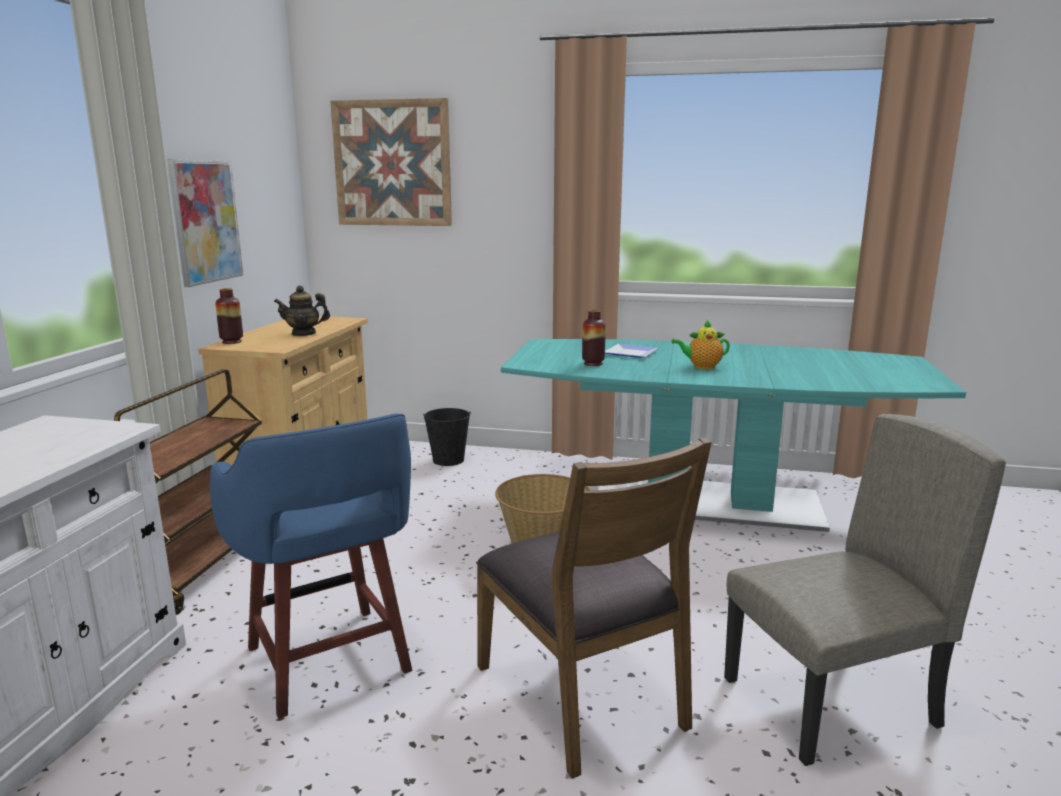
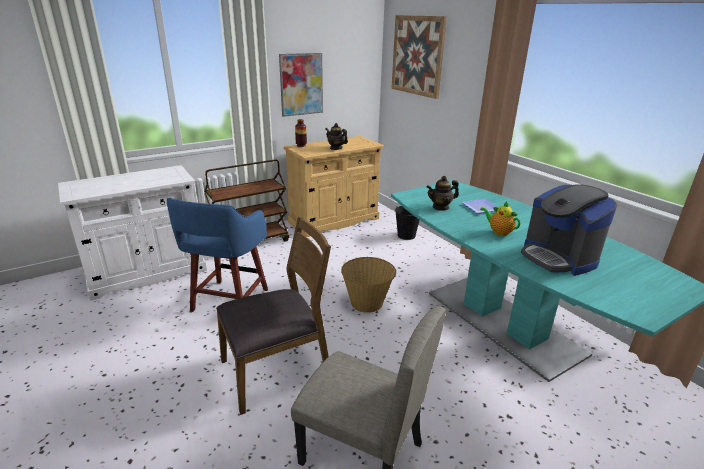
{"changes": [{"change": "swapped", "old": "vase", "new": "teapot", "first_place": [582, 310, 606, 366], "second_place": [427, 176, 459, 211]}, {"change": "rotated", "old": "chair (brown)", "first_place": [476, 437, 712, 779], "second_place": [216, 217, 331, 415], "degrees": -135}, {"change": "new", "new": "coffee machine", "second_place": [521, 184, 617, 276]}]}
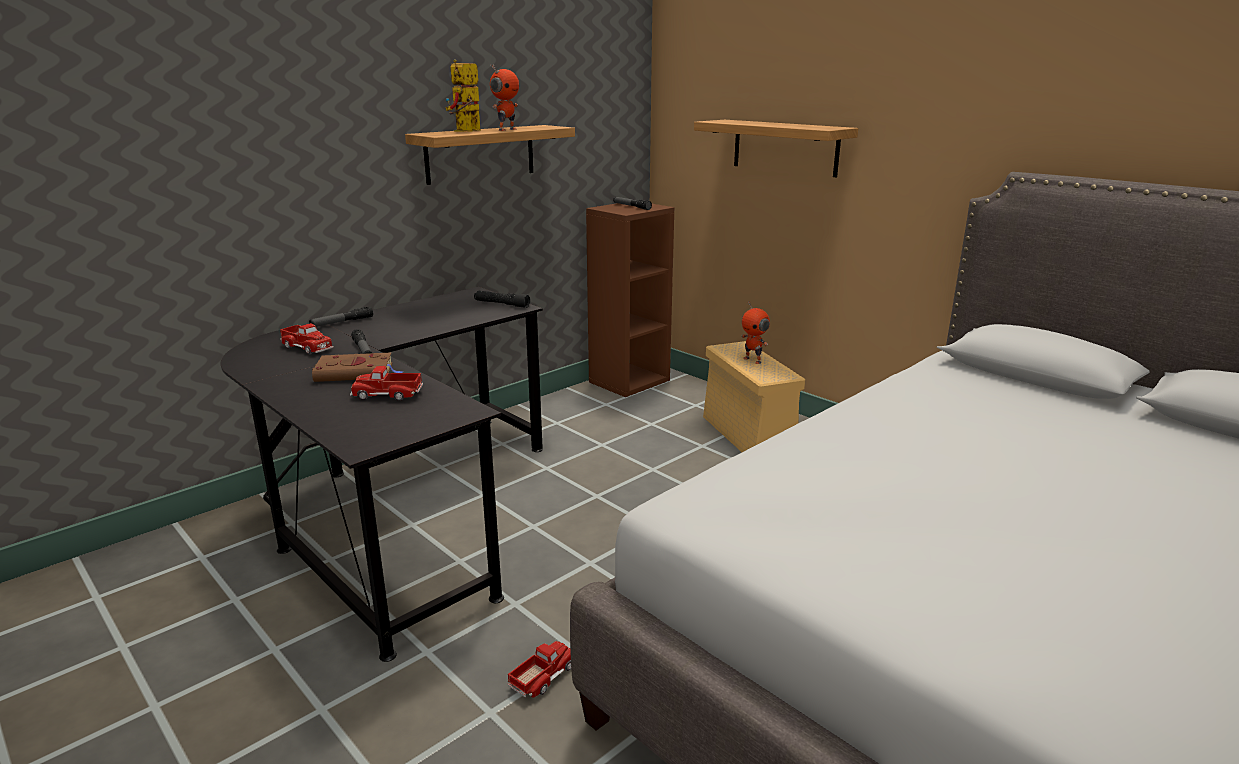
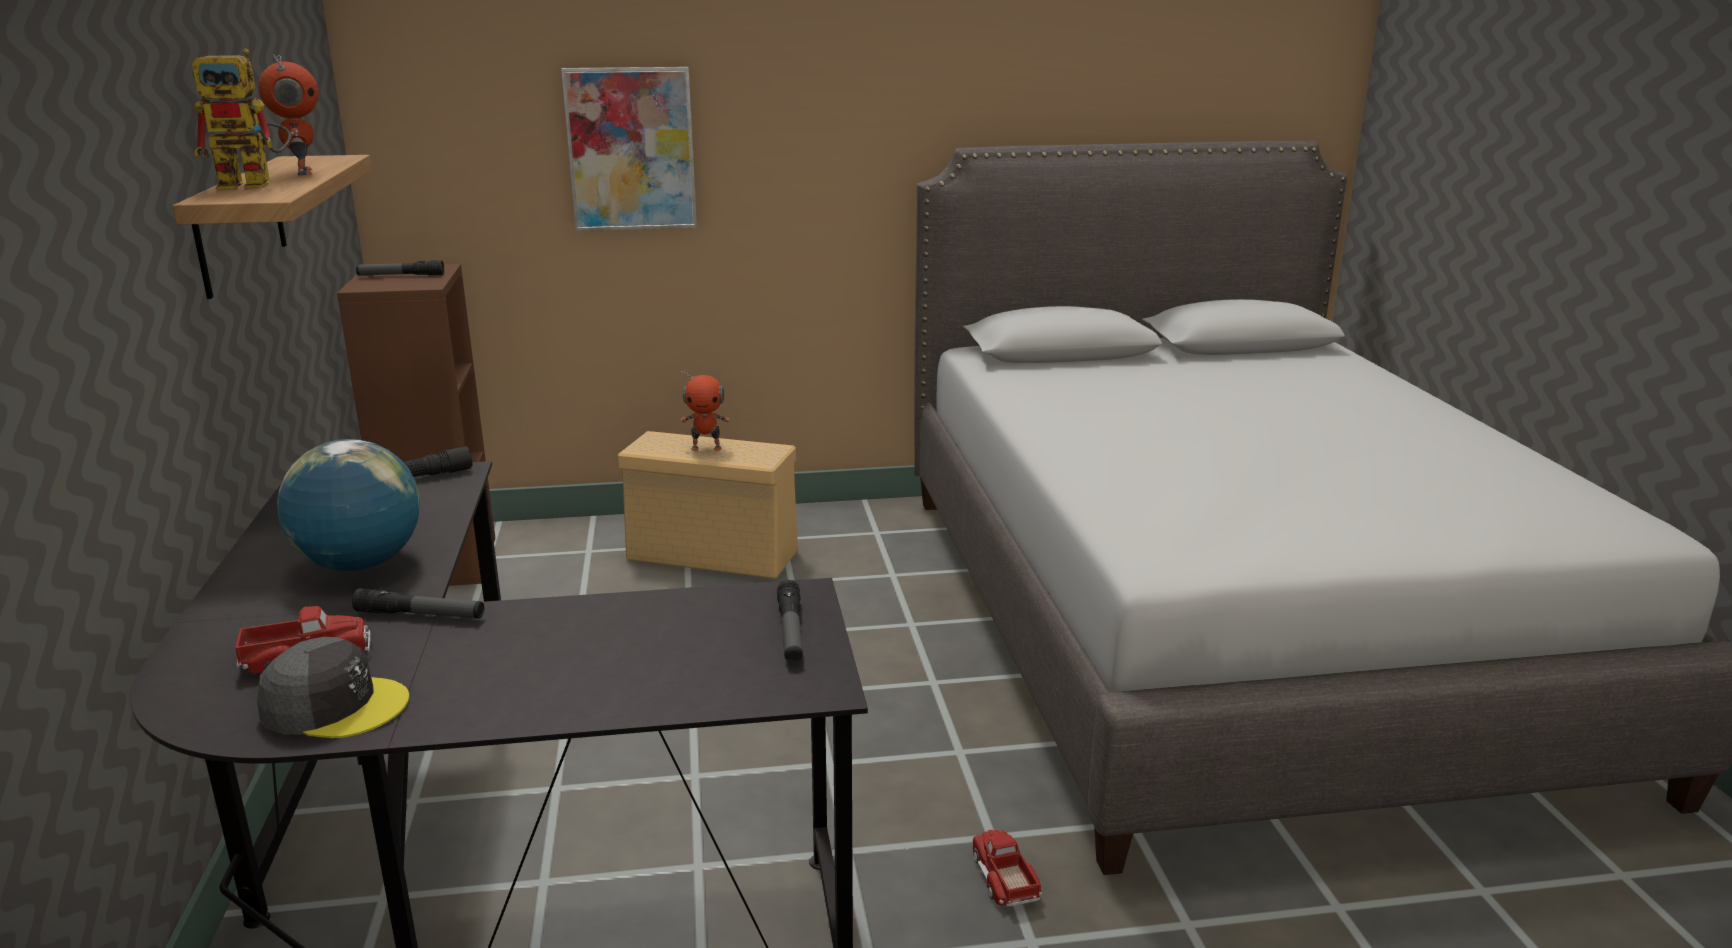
{"changes": [{"change": "rotated", "old": "toy robot", "first_place": [445, 59, 481, 132], "second_place": [192, 49, 291, 189], "degrees": -75}, {"change": "swapped", "old": "shelf", "new": "picture", "first_place": [694, 120, 858, 177], "second_place": [561, 67, 697, 231]}, {"change": "shifted", "old": "flashlight", "first_place": [309, 306, 373, 327], "second_place": [777, 580, 803, 663]}, {"change": "gone", "old": "book (brown)", "first_place": [312, 353, 403, 382]}, {"change": "gone", "old": "toy truck", "first_place": [350, 366, 423, 401]}, {"change": "new", "new": "globe", "second_place": [277, 439, 420, 571]}, {"change": "new", "new": "cap (grey)", "second_place": [257, 637, 409, 738]}]}
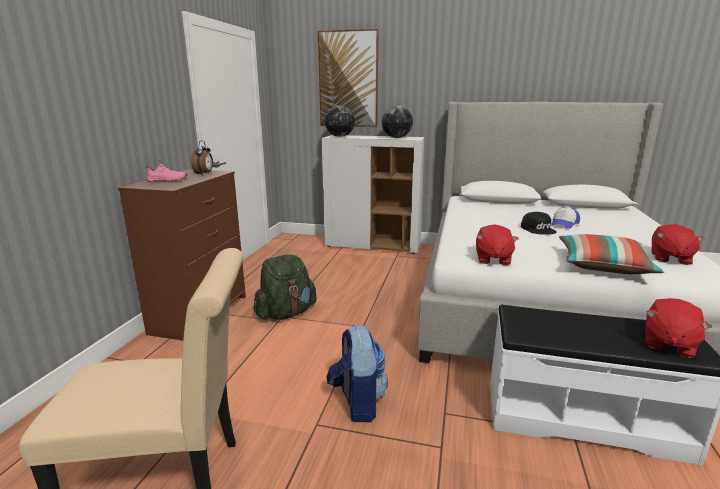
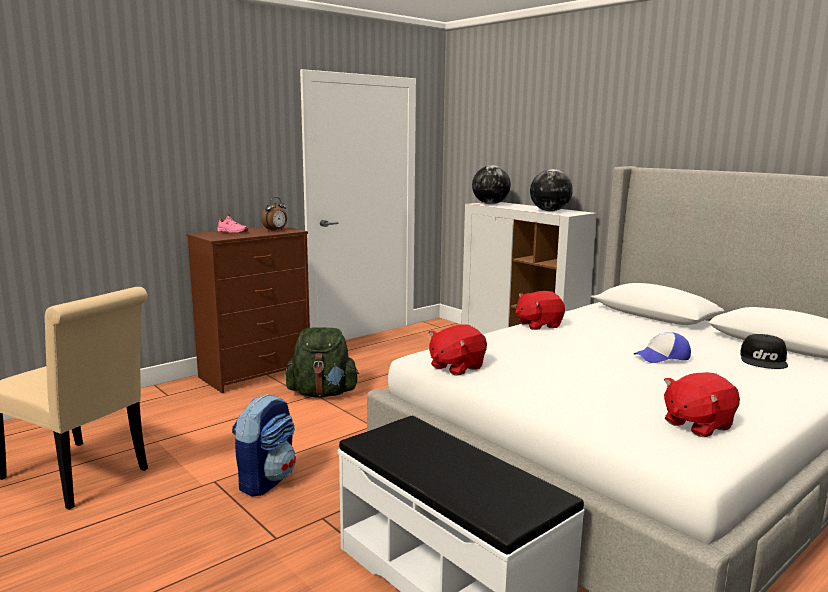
{"changes": [{"change": "gone", "old": "picture", "first_place": [318, 29, 379, 127]}, {"change": "shifted", "old": "cap (black)", "first_place": [521, 212, 557, 235], "second_place": [740, 334, 788, 369]}, {"change": "gone", "old": "pillow", "first_place": [559, 234, 665, 274]}, {"change": "shifted", "old": "plush toy (red)", "first_place": [645, 298, 712, 358], "second_place": [515, 291, 565, 330]}]}
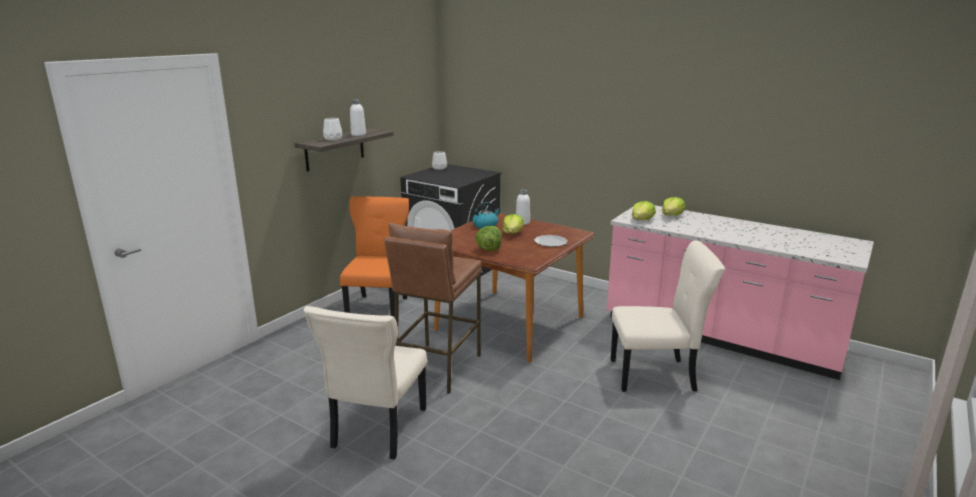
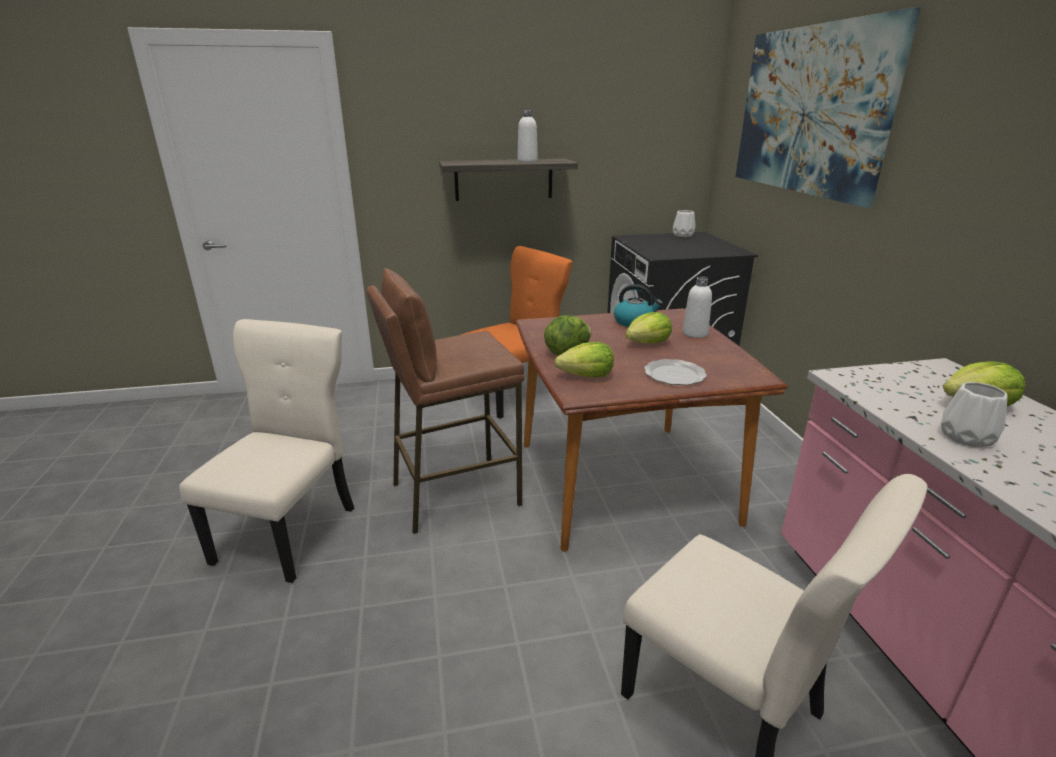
{"changes": [{"change": "shifted", "old": "vase (white)", "first_place": [323, 118, 342, 140], "second_place": [941, 382, 1008, 447]}, {"change": "shifted", "old": "lettuce", "first_place": [632, 201, 656, 220], "second_place": [555, 342, 614, 377]}, {"change": "rotated", "old": "chair (beige)", "first_place": [304, 306, 427, 460], "second_place": [179, 319, 354, 583], "degrees": 135}, {"change": "new", "new": "picture", "second_place": [736, 7, 921, 207]}]}
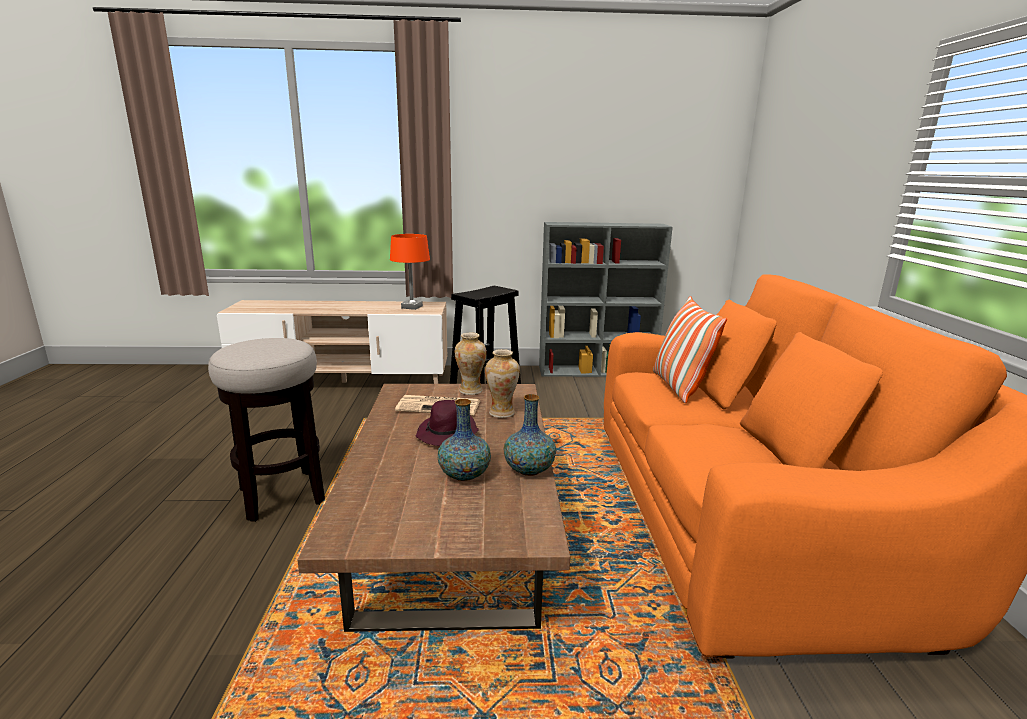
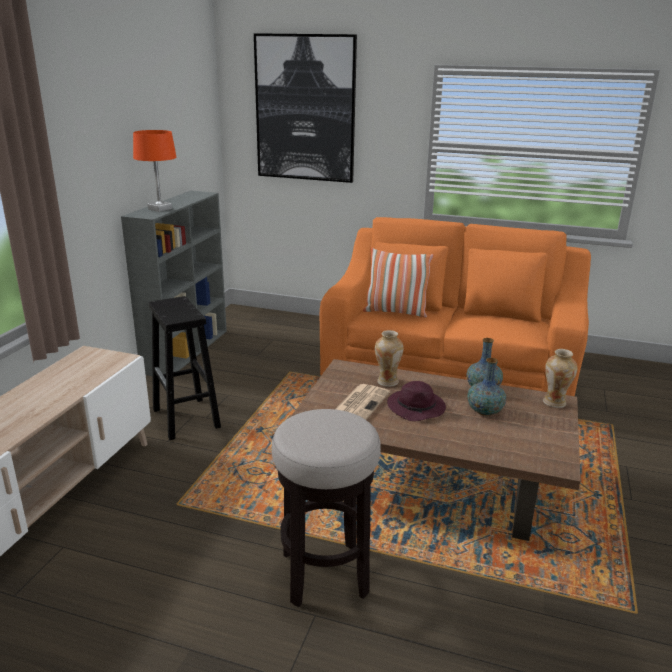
{"changes": [{"change": "shifted", "old": "table lamp (orange)", "first_place": [390, 234, 430, 310], "second_place": [133, 130, 177, 212]}, {"change": "shifted", "old": "vase", "first_place": [455, 332, 486, 395], "second_place": [543, 349, 577, 408]}, {"change": "new", "new": "picture", "second_place": [254, 33, 357, 183]}]}
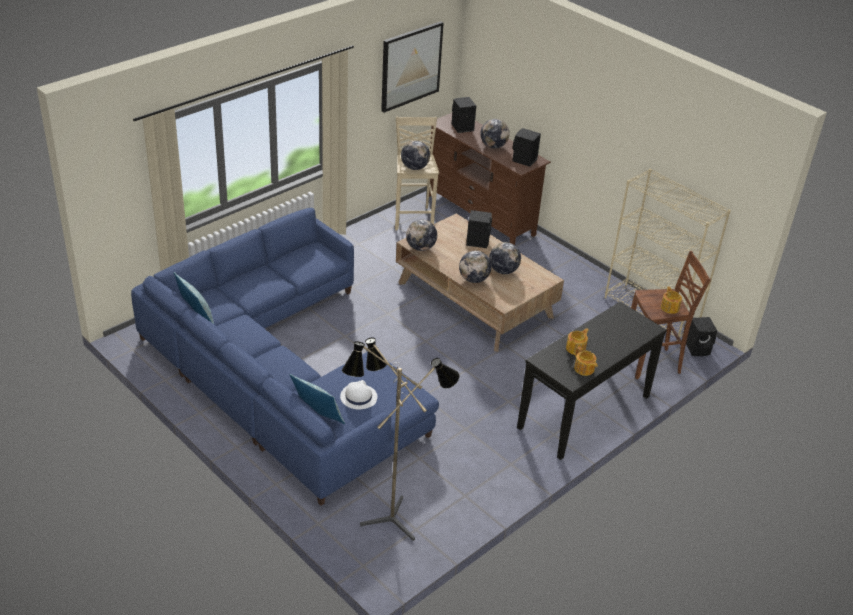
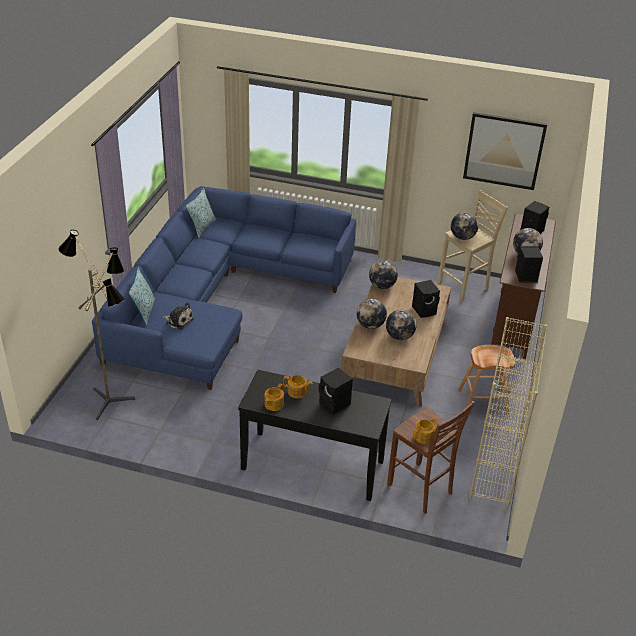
{"changes": [{"change": "shifted", "old": "speaker (black)", "first_place": [686, 317, 717, 356], "second_place": [319, 367, 353, 414]}, {"change": "swapped", "old": "hat (white)", "new": "plush toy", "first_place": [340, 380, 377, 409], "second_place": [162, 302, 194, 330]}, {"change": "new", "new": "stool (brown)", "second_place": [458, 345, 516, 415]}]}
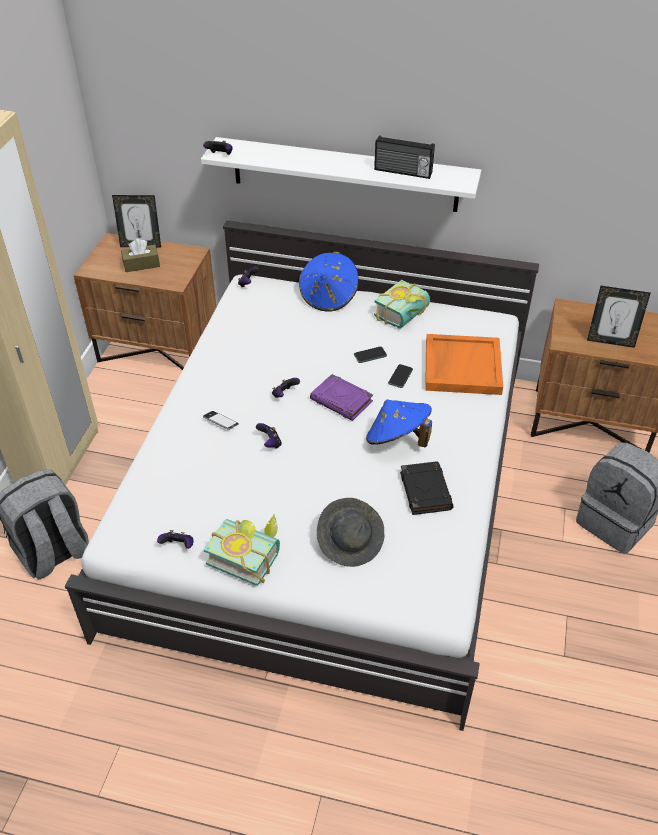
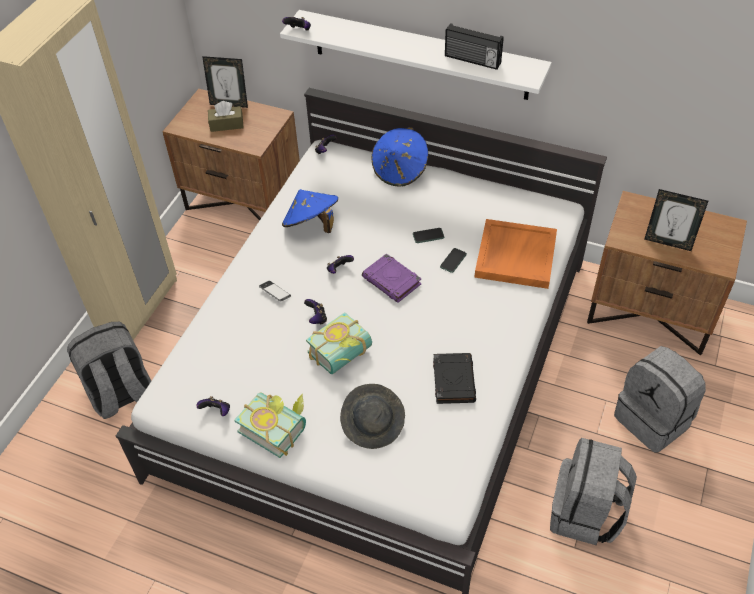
{"changes": [{"change": "shifted", "old": "book", "first_place": [374, 280, 430, 328], "second_place": [306, 312, 372, 374]}, {"change": "shifted", "old": "hat (blue)", "first_place": [366, 399, 432, 447], "second_place": [282, 189, 338, 233]}, {"change": "new", "new": "backpack (grey)", "second_place": [550, 438, 637, 546]}]}
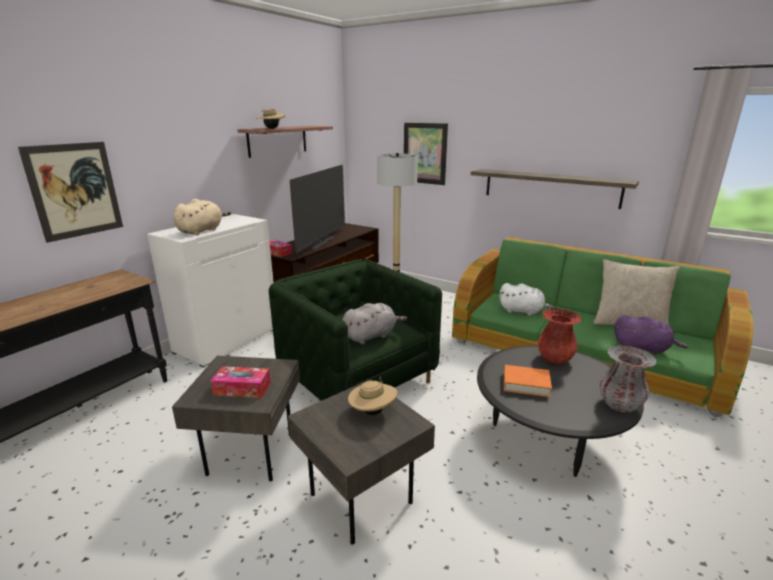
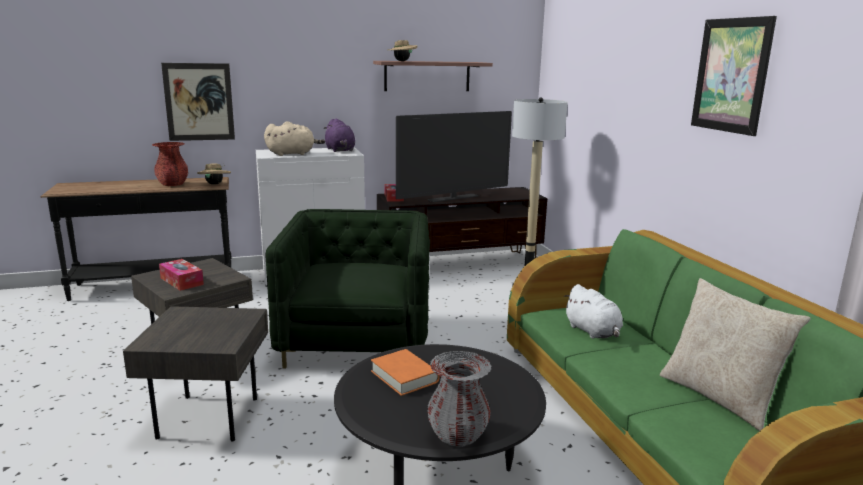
{"changes": [{"change": "shifted", "old": "picture", "first_place": [404, 123, 448, 185], "second_place": [691, 16, 777, 136]}, {"change": "gone", "old": "shelf", "first_place": [471, 169, 639, 209]}, {"change": "gone", "old": "plush toy (grey)", "first_place": [342, 303, 407, 344]}, {"change": "shifted", "old": "vase (red)", "first_place": [538, 309, 581, 364], "second_place": [152, 142, 188, 186]}, {"change": "shifted", "old": "plush toy (purple)", "first_place": [614, 315, 688, 354], "second_place": [323, 118, 355, 152]}, {"change": "shifted", "old": "hat (beige)", "first_place": [348, 377, 398, 415], "second_place": [197, 163, 231, 185]}]}
